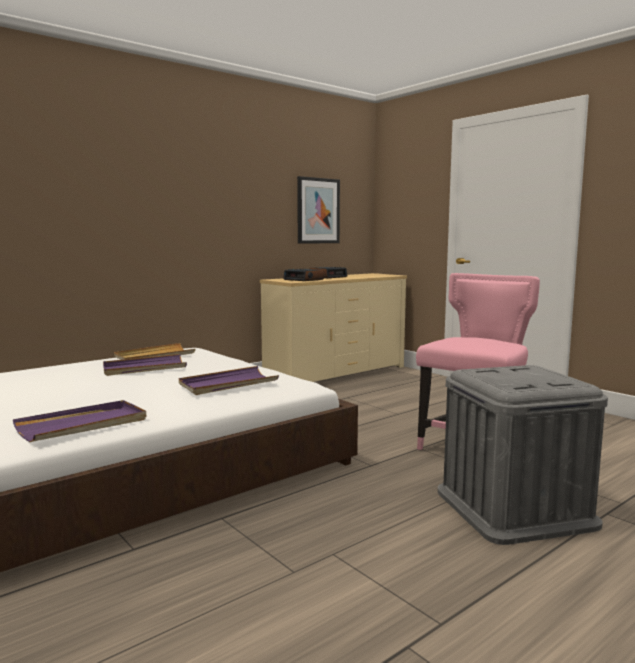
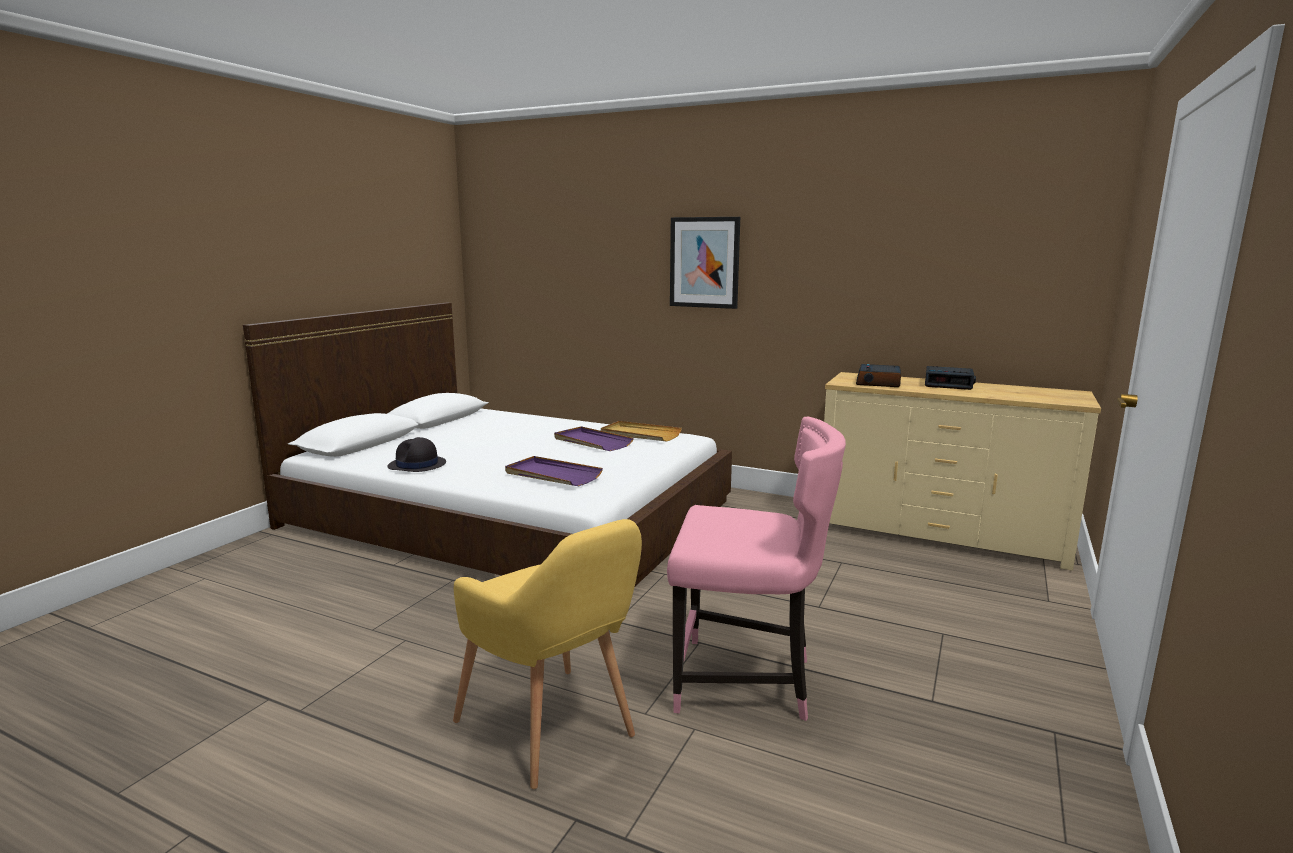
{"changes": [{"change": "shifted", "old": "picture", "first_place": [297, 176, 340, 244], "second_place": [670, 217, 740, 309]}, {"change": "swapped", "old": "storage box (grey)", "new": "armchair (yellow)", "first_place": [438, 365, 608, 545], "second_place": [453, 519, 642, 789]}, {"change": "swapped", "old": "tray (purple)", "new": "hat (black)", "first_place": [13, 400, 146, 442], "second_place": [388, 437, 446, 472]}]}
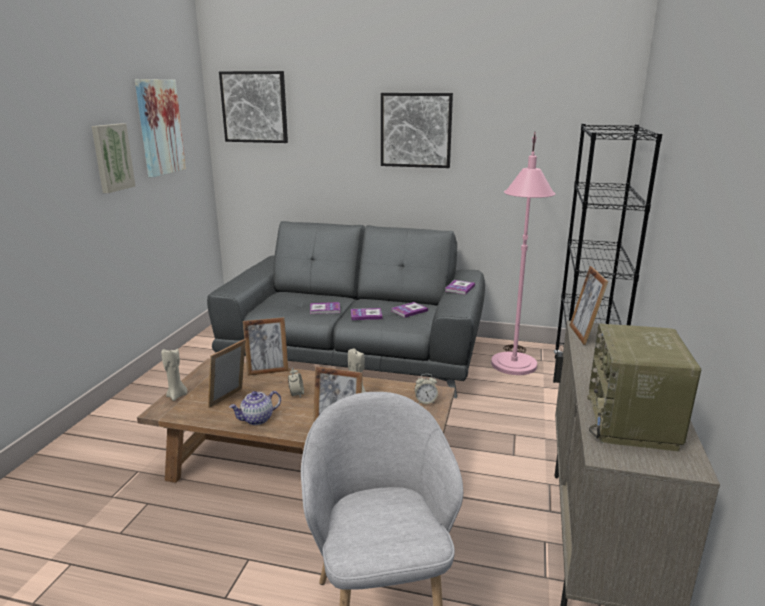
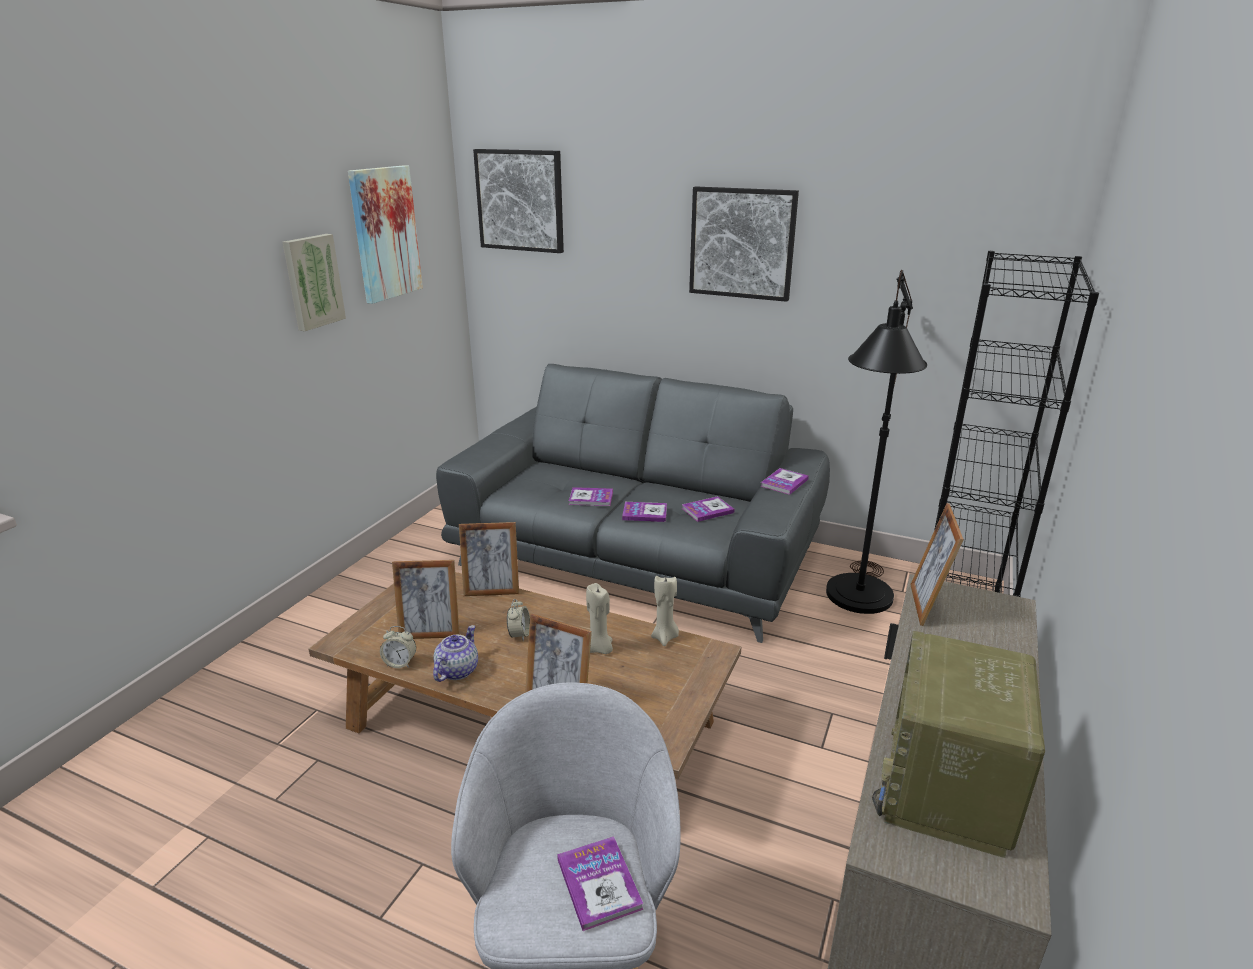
{"changes": [{"change": "repainted", "old": "floor lamp (pink)", "new": "floor lamp (black)", "first_place": [491, 132, 555, 375], "second_place": [826, 270, 927, 614]}, {"change": "rotated", "old": "picture frame", "first_place": [208, 339, 246, 408], "second_place": [392, 560, 460, 639], "degrees": -135}, {"change": "shifted", "old": "candle (beige)", "first_place": [161, 347, 188, 401], "second_place": [651, 576, 679, 646]}, {"change": "shifted", "old": "alarm clock", "first_place": [415, 374, 438, 404], "second_place": [380, 626, 416, 668]}, {"change": "rotated", "old": "teapot", "first_place": [229, 391, 281, 425], "second_place": [433, 625, 478, 682], "degrees": 135}, {"change": "new", "new": "book", "second_place": [557, 836, 643, 931]}]}
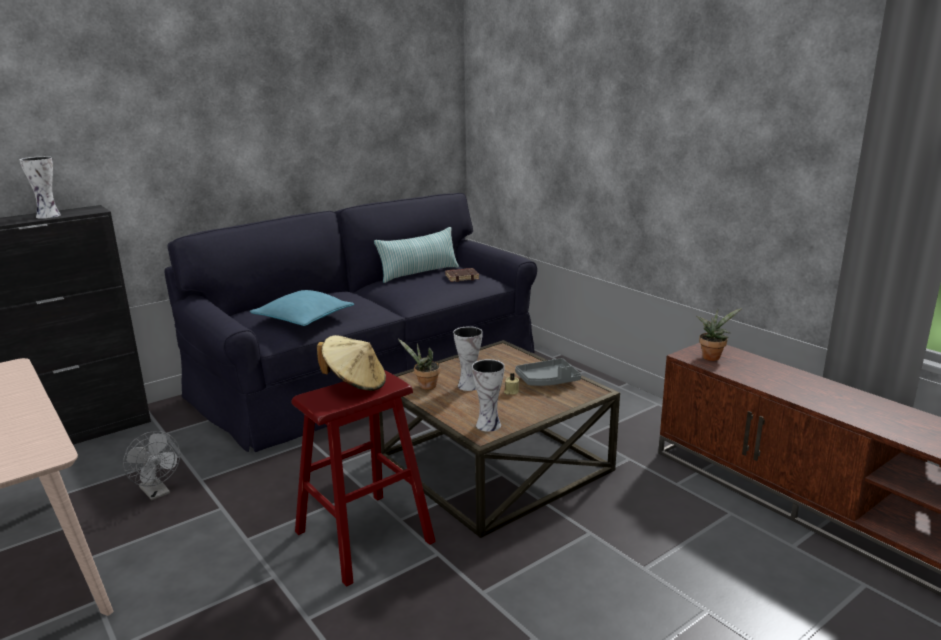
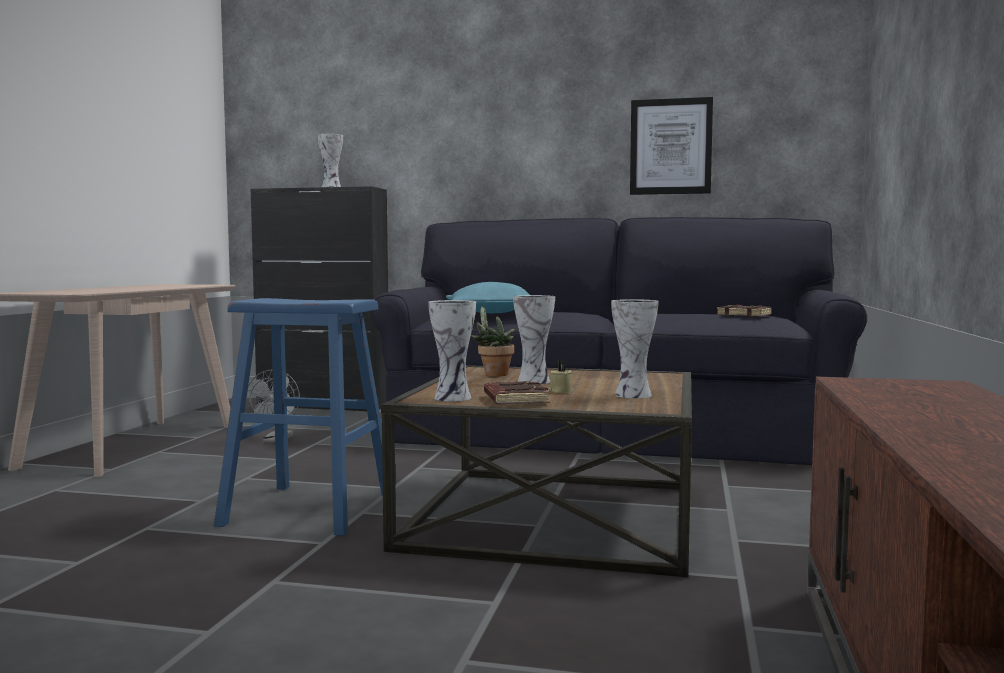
{"changes": [{"change": "gone", "old": "pillow", "first_place": [374, 227, 459, 283]}, {"change": "gone", "old": "potted plant", "first_place": [696, 308, 742, 361]}, {"change": "gone", "old": "hat (beige)", "first_place": [317, 335, 386, 391]}, {"change": "swapped", "old": "tray (grey)", "new": "vase", "first_place": [515, 358, 581, 386], "second_place": [611, 299, 659, 399]}, {"change": "repainted", "old": "stool (red)", "new": "stool (blue)", "first_place": [292, 370, 436, 587], "second_place": [214, 298, 383, 536]}, {"change": "new", "new": "picture", "second_place": [630, 97, 713, 195]}, {"change": "new", "new": "book (brown)", "second_place": [484, 381, 550, 405]}]}
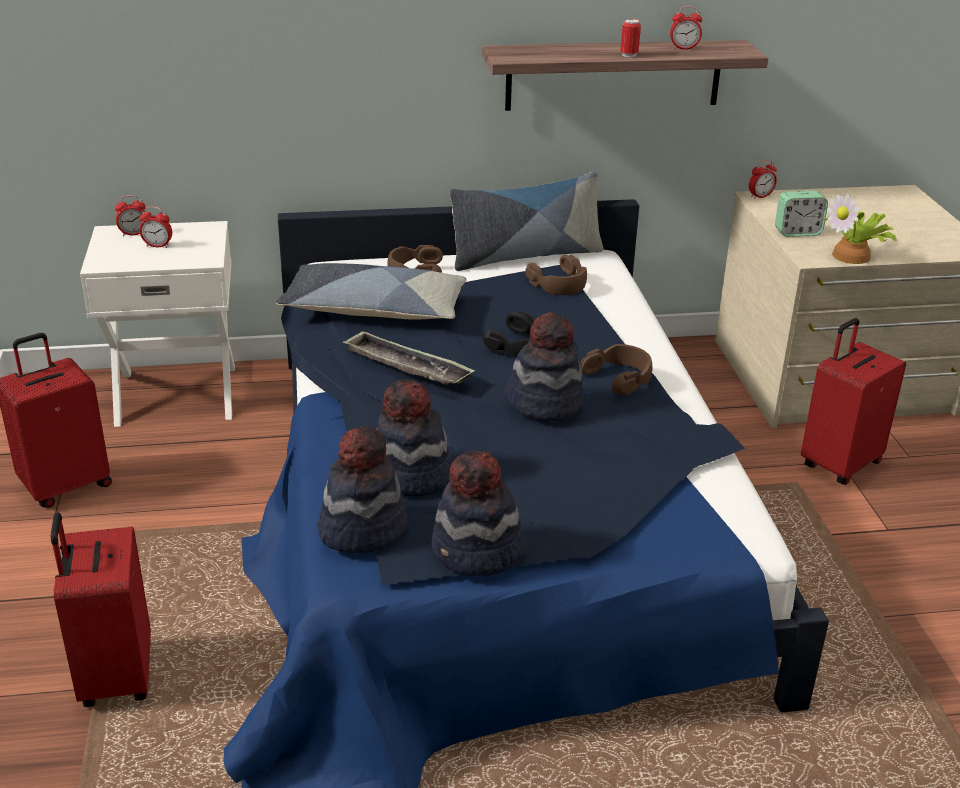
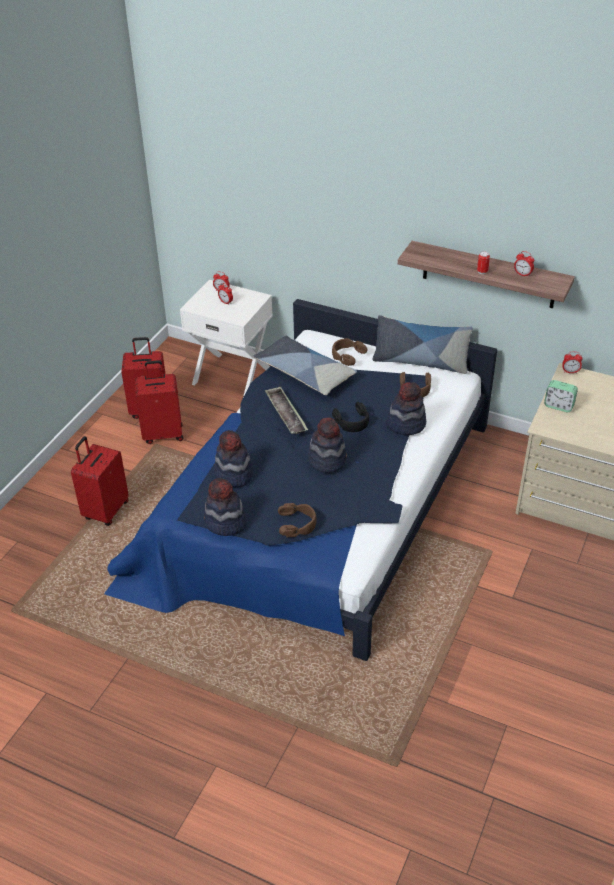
{"changes": [{"change": "gone", "old": "potted plant", "first_place": [823, 193, 897, 264]}, {"change": "shifted", "old": "suitcase (red)", "first_place": [801, 318, 906, 485], "second_place": [135, 360, 183, 444]}, {"change": "shifted", "old": "headphones (brown)", "first_place": [580, 344, 652, 396], "second_place": [278, 503, 317, 537]}, {"change": "shifted", "old": "hat", "first_place": [317, 426, 407, 553], "second_place": [386, 382, 426, 435]}]}
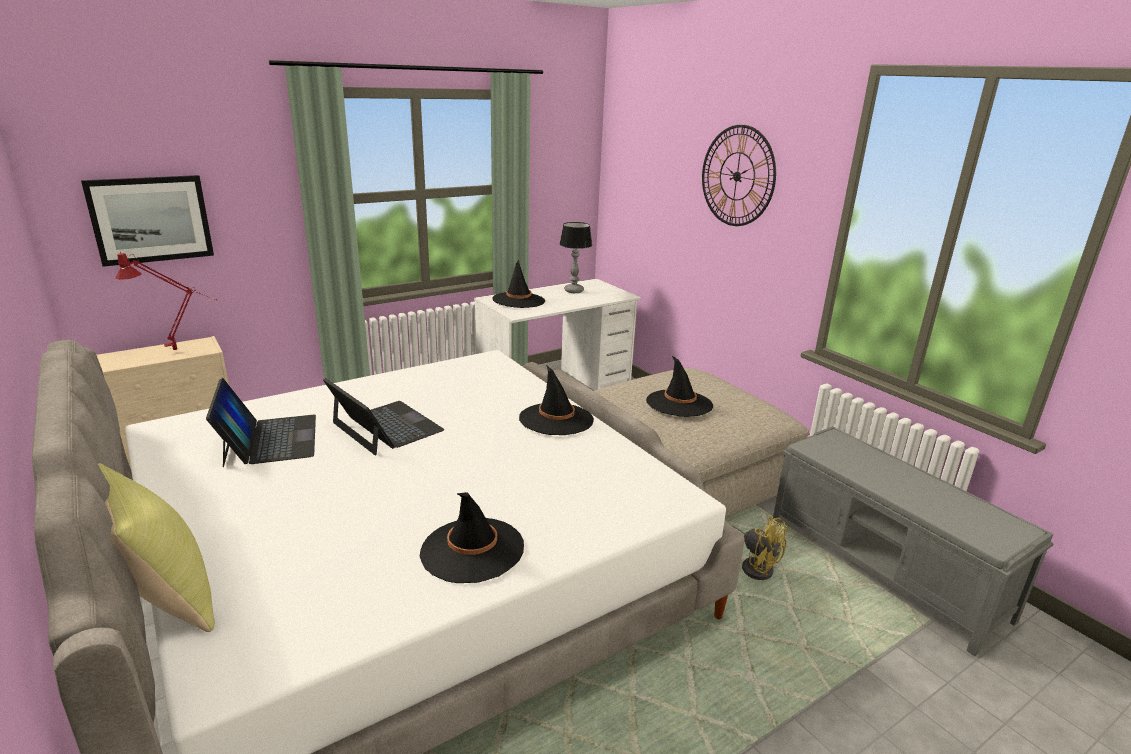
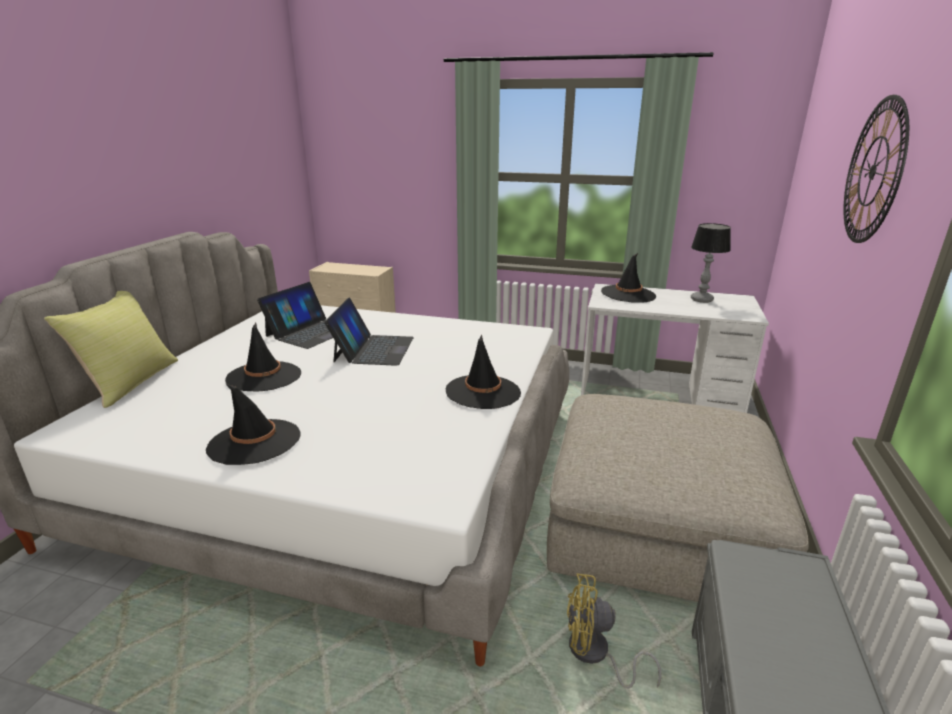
{"changes": [{"change": "gone", "old": "picture", "first_place": [81, 175, 214, 267]}, {"change": "gone", "old": "table lamp (red)", "first_place": [115, 252, 218, 350]}, {"change": "shifted", "old": "hat (black)", "first_place": [646, 356, 713, 417], "second_place": [225, 323, 301, 392]}, {"change": "rotated", "old": "fan (yellow)", "first_place": [732, 516, 789, 580], "second_place": [567, 573, 662, 688], "degrees": 90}]}
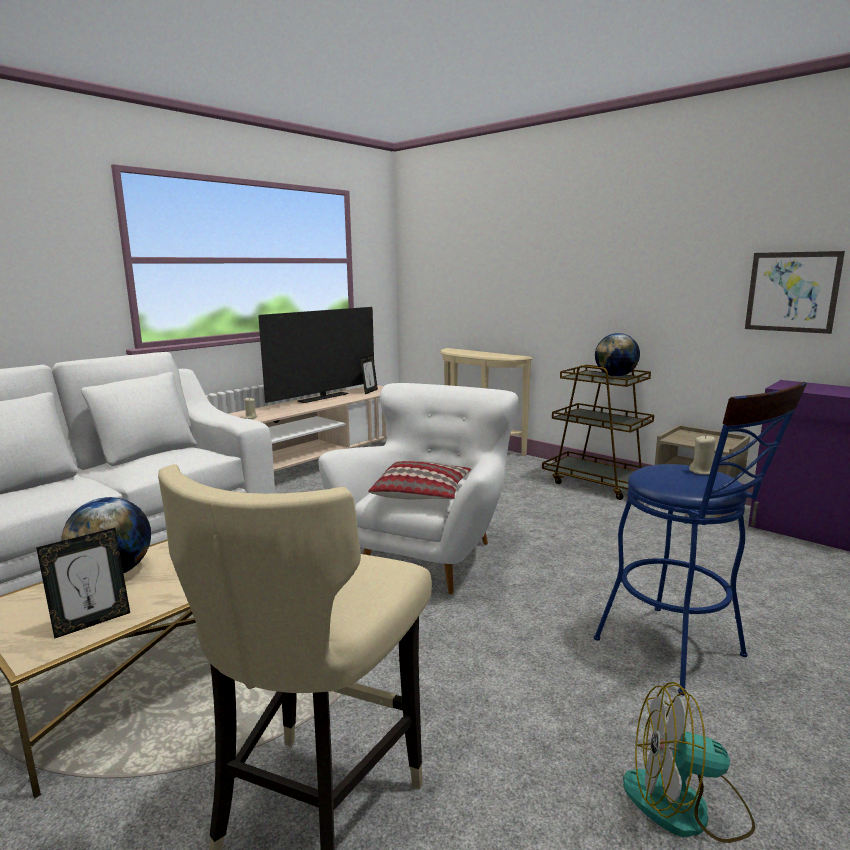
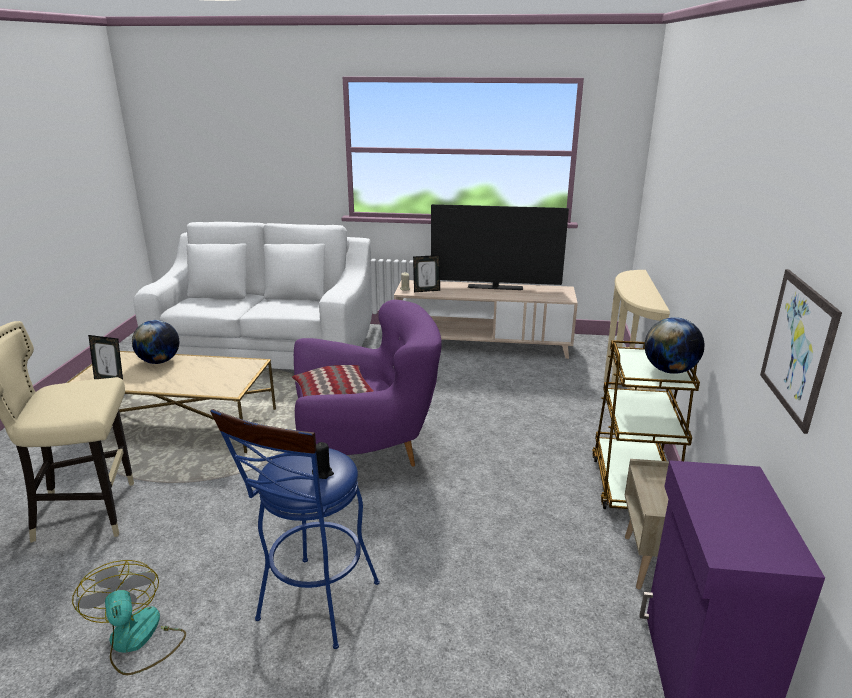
{"changes": [{"change": "shifted", "old": "picture frame", "first_place": [360, 355, 378, 394], "second_place": [413, 255, 440, 292]}, {"change": "repainted", "old": "armchair (white)", "new": "armchair (purple)", "first_place": [318, 383, 518, 594], "second_place": [294, 300, 442, 467]}, {"change": "repainted", "old": "candle (beige)", "new": "candle (black)", "first_place": [689, 436, 716, 475], "second_place": [312, 442, 334, 479]}]}
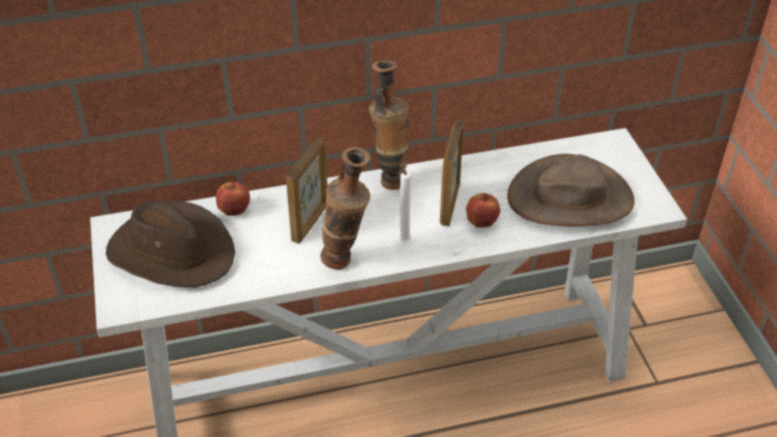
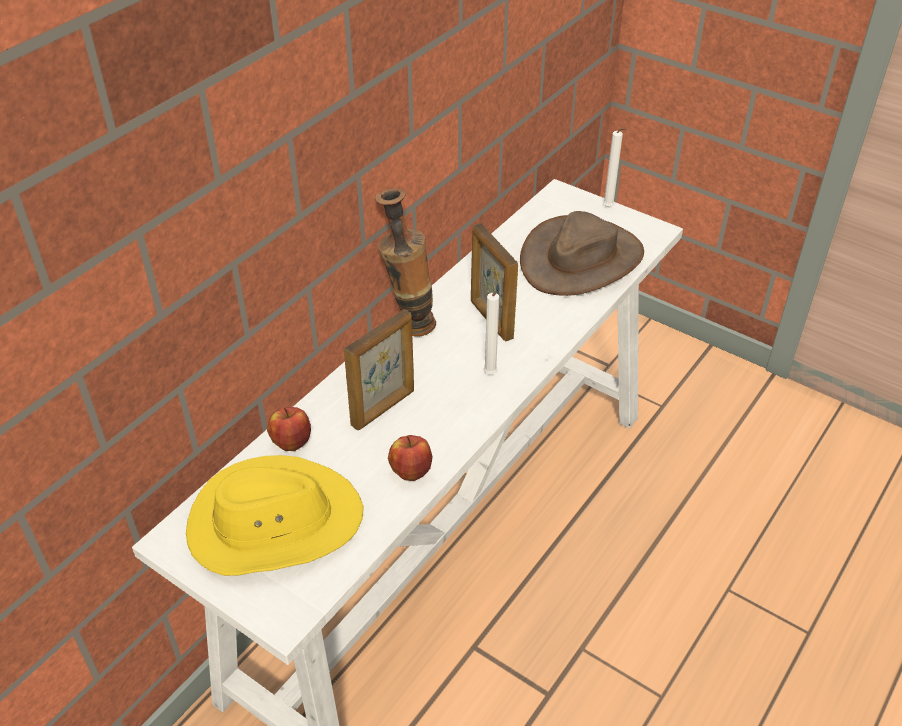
{"changes": [{"change": "rotated", "old": "picture frame", "first_place": [286, 137, 328, 244], "second_place": [344, 309, 414, 430], "degrees": 60}, {"change": "gone", "old": "vase", "first_place": [320, 147, 371, 269]}, {"change": "shifted", "old": "apple", "first_place": [466, 193, 501, 228], "second_place": [388, 435, 432, 481]}, {"change": "repainted", "old": "hat (brown)", "new": "hat (yellow)", "first_place": [106, 200, 235, 287], "second_place": [186, 455, 364, 576]}, {"change": "new", "new": "candle (white)", "second_place": [603, 128, 626, 207]}]}
